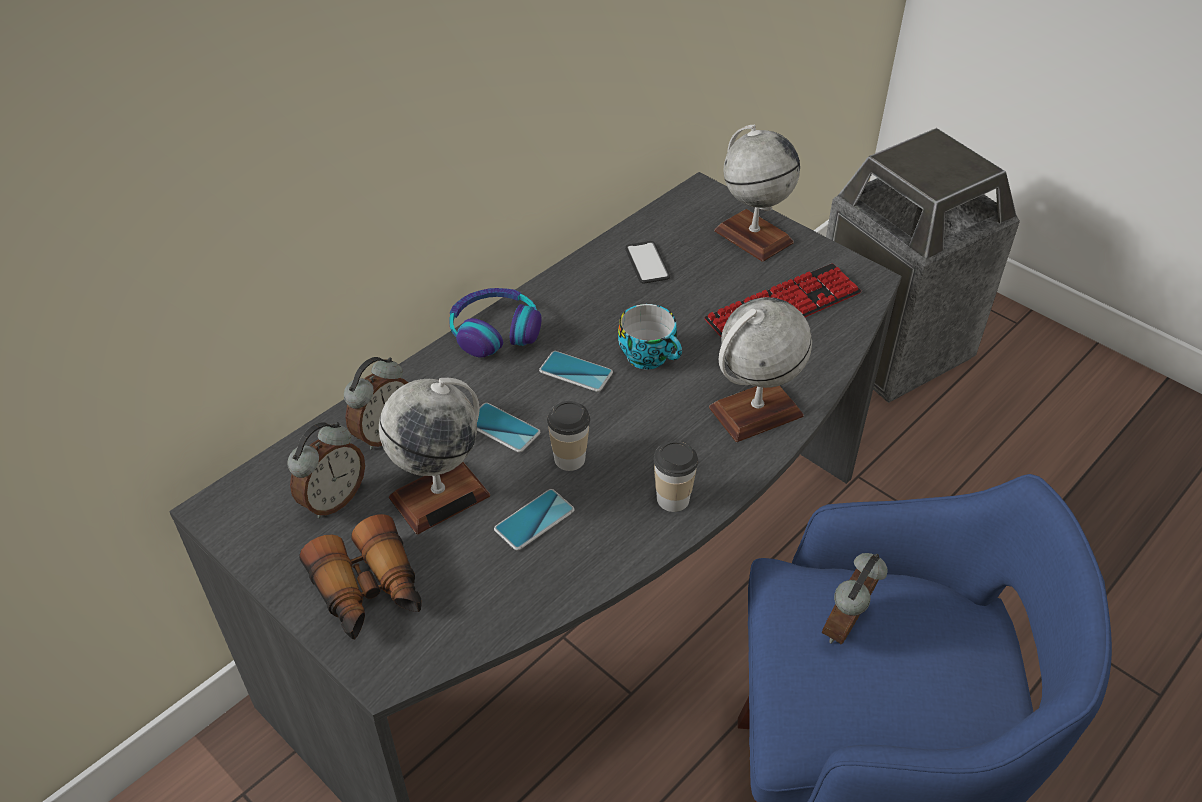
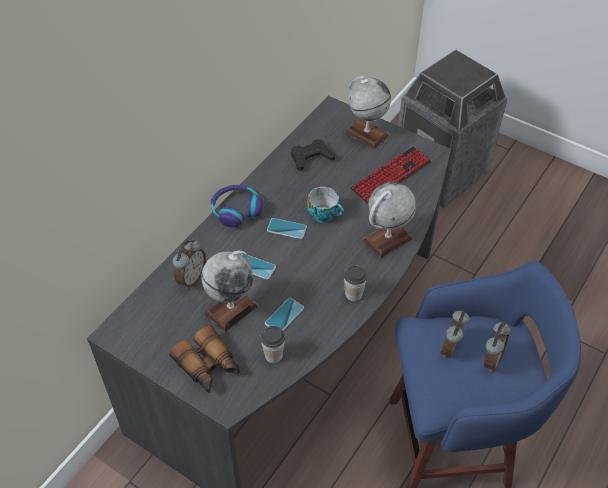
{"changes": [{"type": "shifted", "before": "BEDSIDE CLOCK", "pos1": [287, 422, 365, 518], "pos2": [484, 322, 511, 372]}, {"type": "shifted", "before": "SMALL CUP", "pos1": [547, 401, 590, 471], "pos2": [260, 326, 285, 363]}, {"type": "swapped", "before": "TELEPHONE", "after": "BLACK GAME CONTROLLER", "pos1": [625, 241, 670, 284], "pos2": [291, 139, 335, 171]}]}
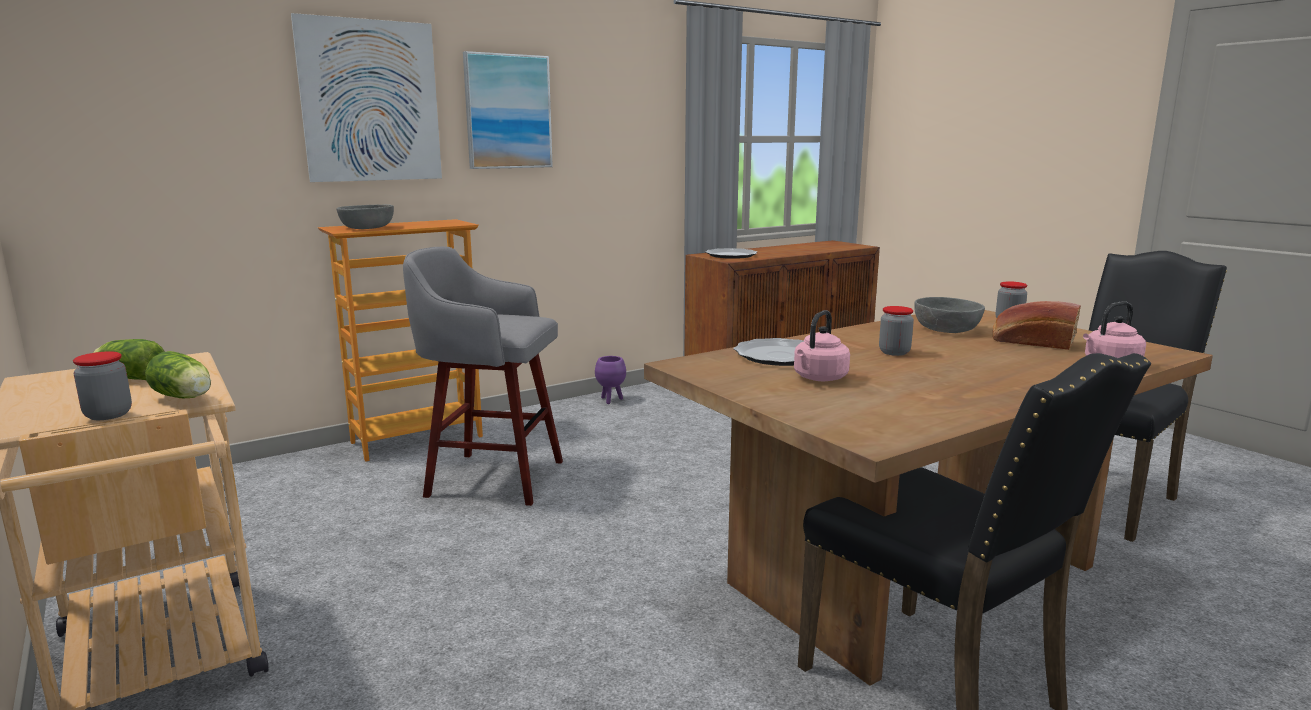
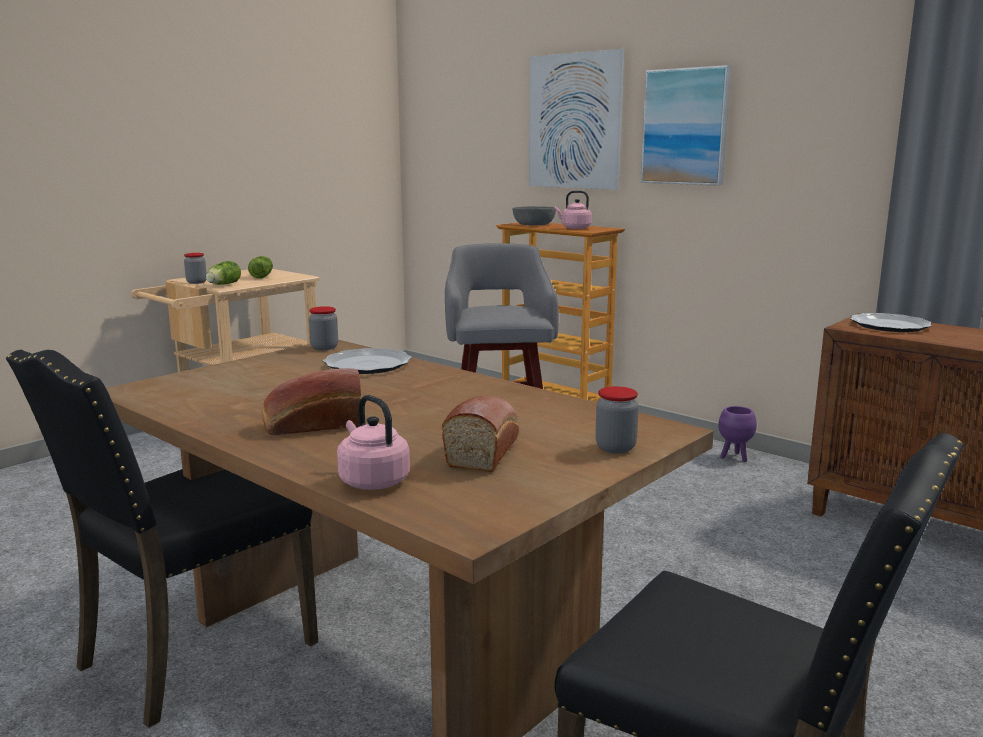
{"changes": [{"type": "shifted", "before": "PINK KETTLE", "pos1": [794, 310, 850, 381], "pos2": [555, 190, 592, 229]}, {"type": "shifted", "before": "PRESERVE JAR", "pos1": [879, 306, 914, 356], "pos2": [309, 306, 338, 350]}, {"type": "gone", "before": "GRAY DEEP DISH", "pos1": [914, 297, 985, 333]}, {"type": "new", "after": "BREAD", "pos2": [262, 368, 361, 435]}]}
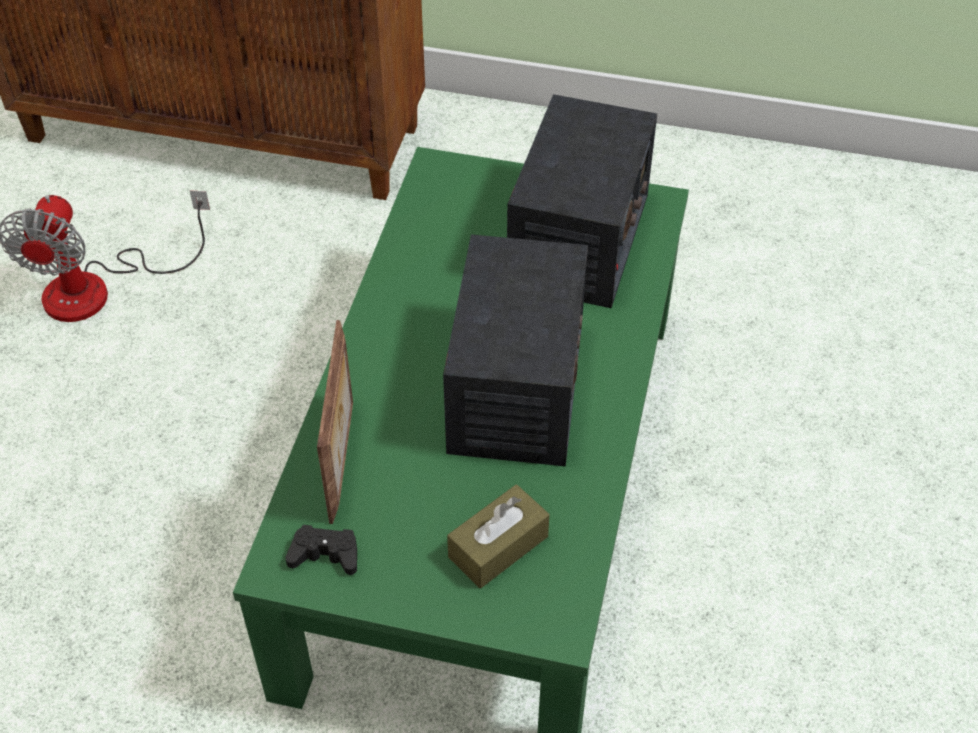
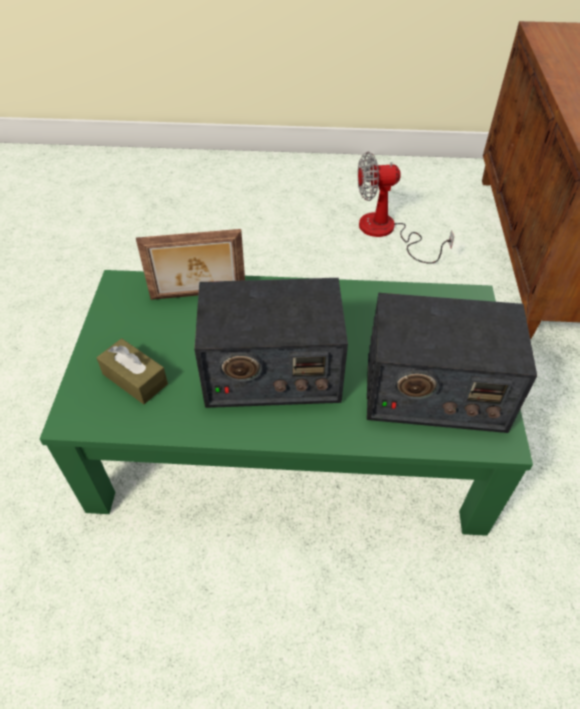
{"changes": [{"type": "gone", "before": "BLACK GAME CONTROLLER", "pos1": [285, 525, 357, 575]}]}
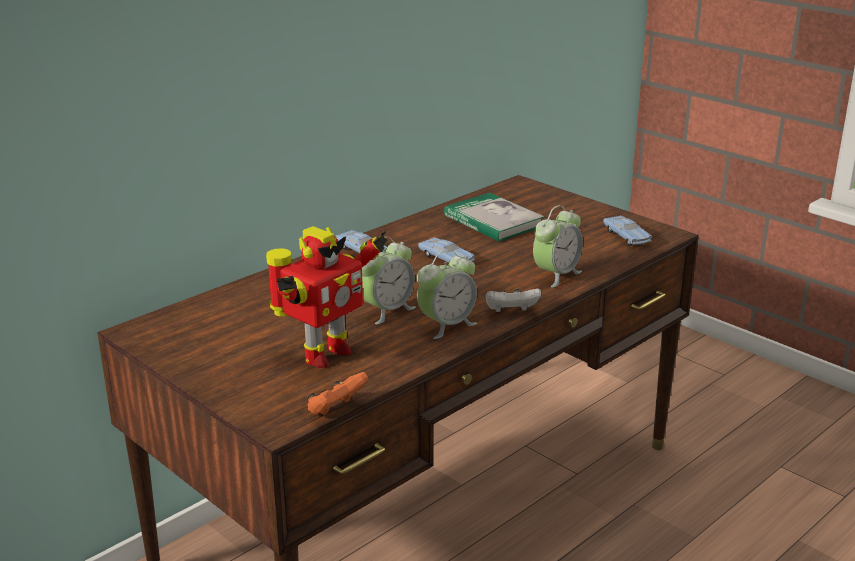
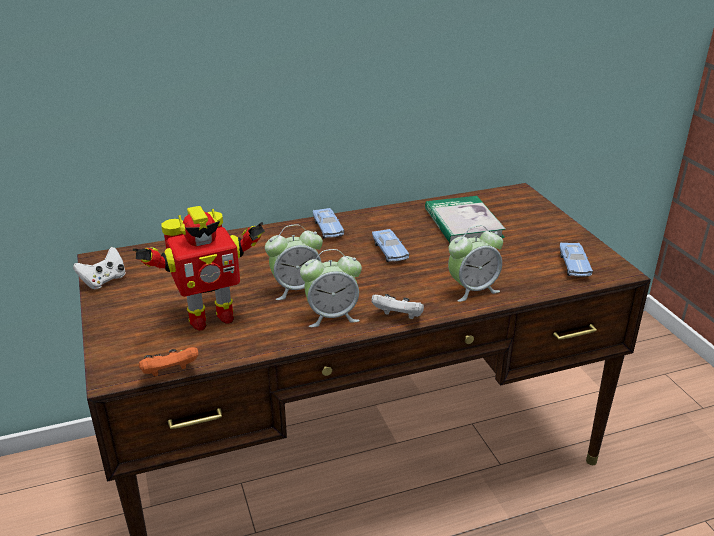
{"changes": [{"type": "new", "after": "WHITE GAME CONTROLLER", "pos2": [73, 247, 126, 289]}]}
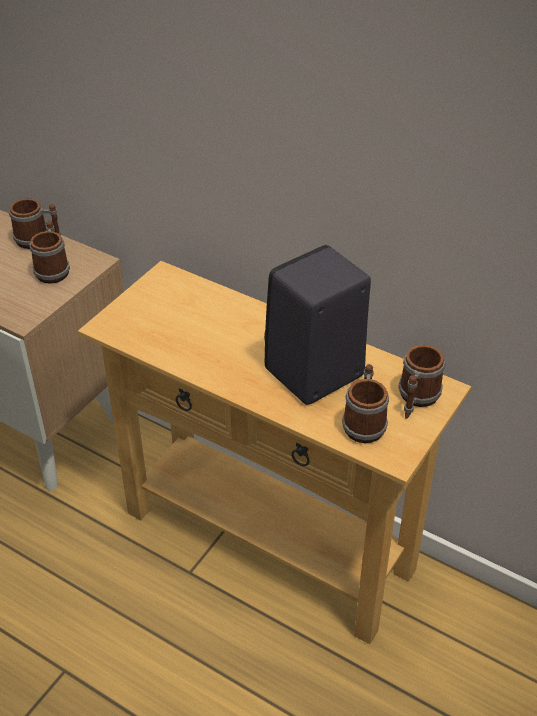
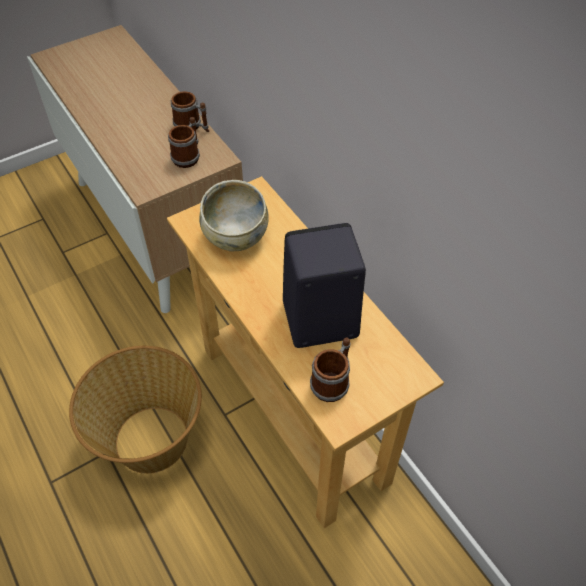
{"changes": [{"type": "gone", "before": "COFFEE MUG", "pos1": [398, 345, 445, 419]}, {"type": "new", "after": "BASKET", "pos2": [69, 346, 202, 474]}, {"type": "new", "after": "SAND-COLOURED DEEP DISH", "pos2": [199, 180, 269, 251]}]}
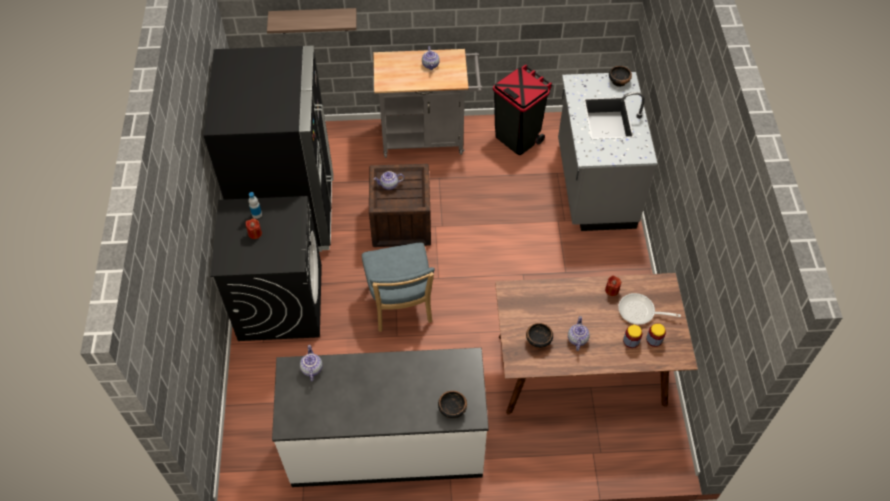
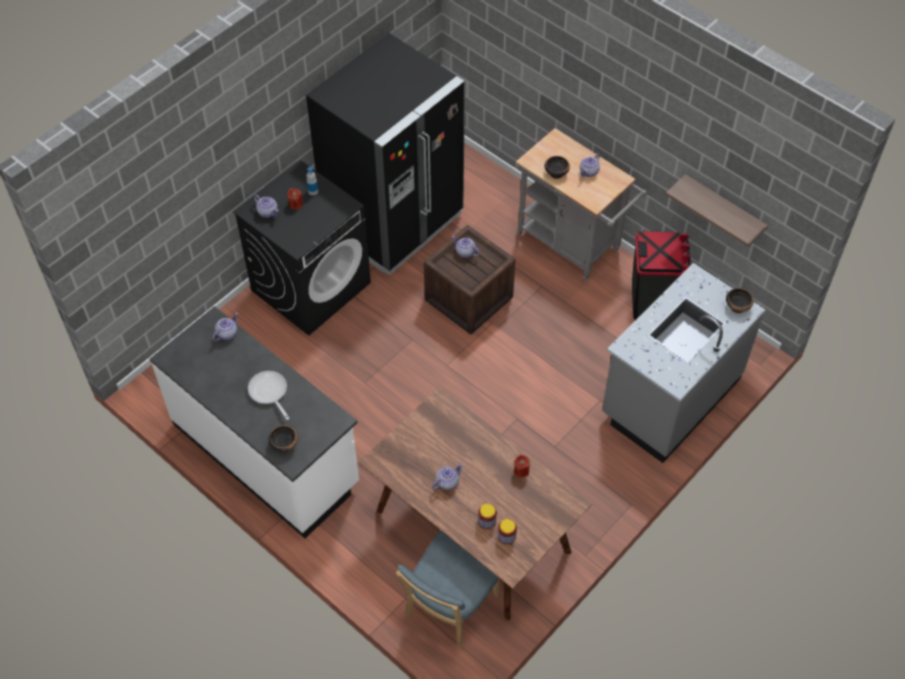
{"changes": [{"type": "shifted", "before": "SHELF", "pos1": [267, 8, 356, 34], "pos2": [666, 174, 768, 247]}, {"type": "shifted", "before": "BLUE PLAIN CHAIR", "pos1": [362, 243, 435, 332], "pos2": [396, 531, 500, 649]}, {"type": "shifted", "before": "DEEP DISH", "pos1": [526, 323, 553, 348], "pos2": [544, 156, 570, 179]}, {"type": "shifted", "before": "FRYING PAN", "pos1": [618, 293, 681, 325], "pos2": [248, 371, 289, 420]}, {"type": "new", "after": "POT FOR TEA", "pos2": [254, 195, 279, 218]}]}
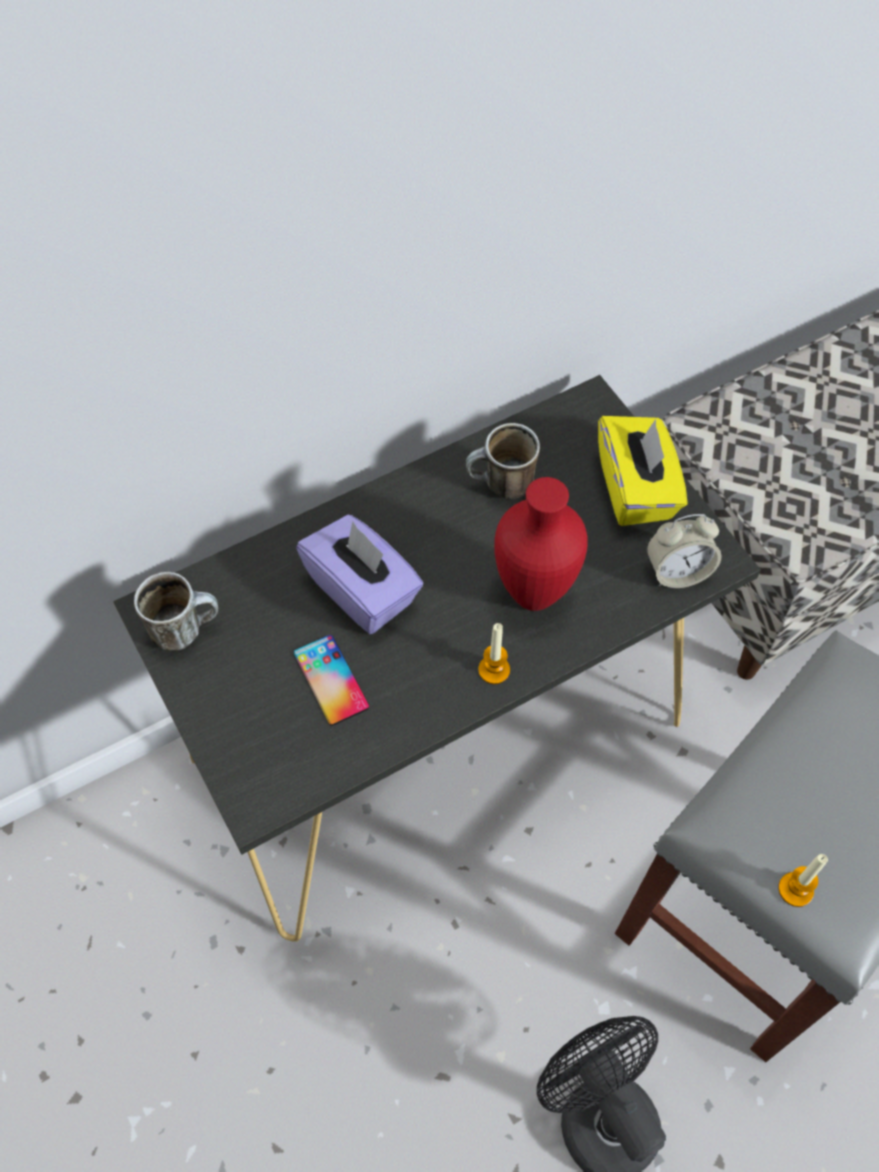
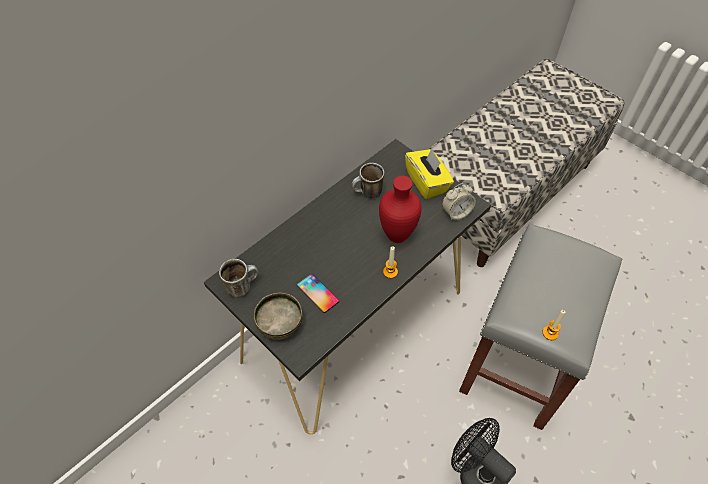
{"changes": [{"type": "gone", "before": "PURPLE TISSUE BOX", "pos1": [296, 515, 423, 634]}, {"type": "new", "after": "DEEP DISH", "pos2": [254, 293, 303, 340]}]}
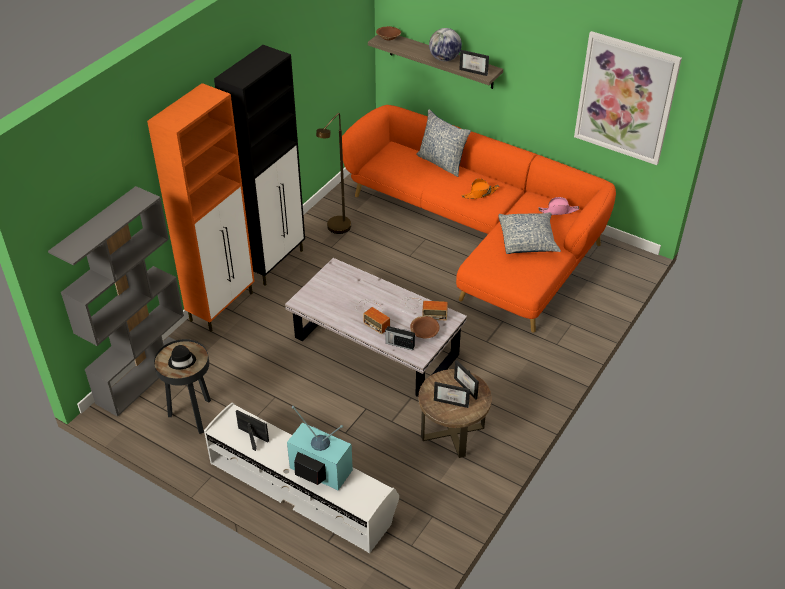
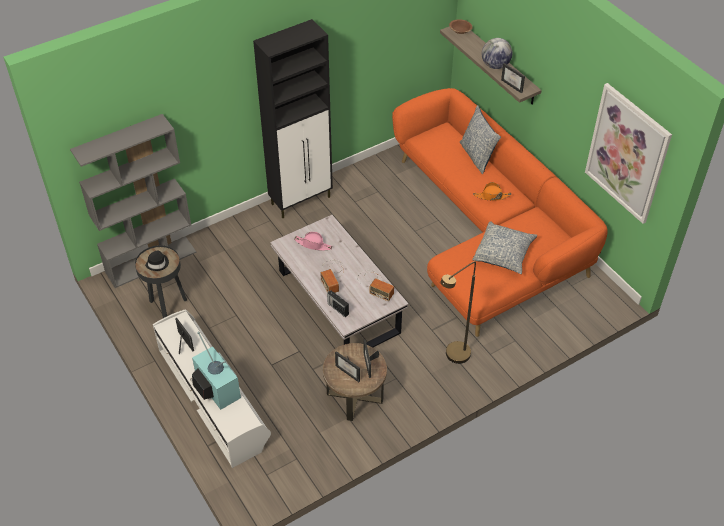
{"changes": [{"type": "gone", "before": "ORANGE-COLOURED STORAGE CABINET", "pos1": [147, 83, 255, 332]}, {"type": "shifted", "before": "BROWN FLOOR LAMP", "pos1": [316, 113, 351, 234], "pos2": [441, 261, 476, 364]}, {"type": "gone", "before": "BROWN DEEP DISH", "pos1": [410, 316, 440, 338]}, {"type": "shifted", "before": "PINK WEARABLE HAT", "pos1": [539, 197, 579, 215], "pos2": [294, 232, 333, 250]}]}
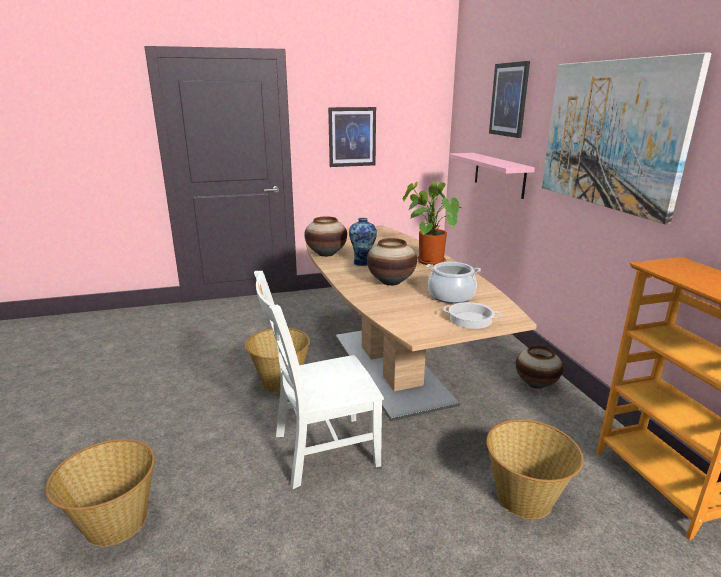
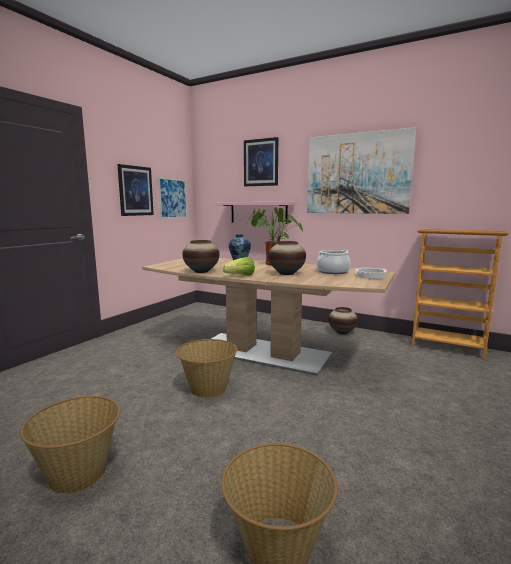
{"changes": [{"type": "gone", "before": "WHITE PLAIN CHAIR", "pos1": [254, 271, 384, 489]}, {"type": "shifted", "before": "BASKET", "pos1": [486, 419, 584, 519], "pos2": [20, 396, 120, 494]}, {"type": "new", "after": "PICTURE", "pos2": [158, 178, 187, 219]}, {"type": "new", "after": "LETTUCE HEAD", "pos2": [223, 257, 255, 276]}]}
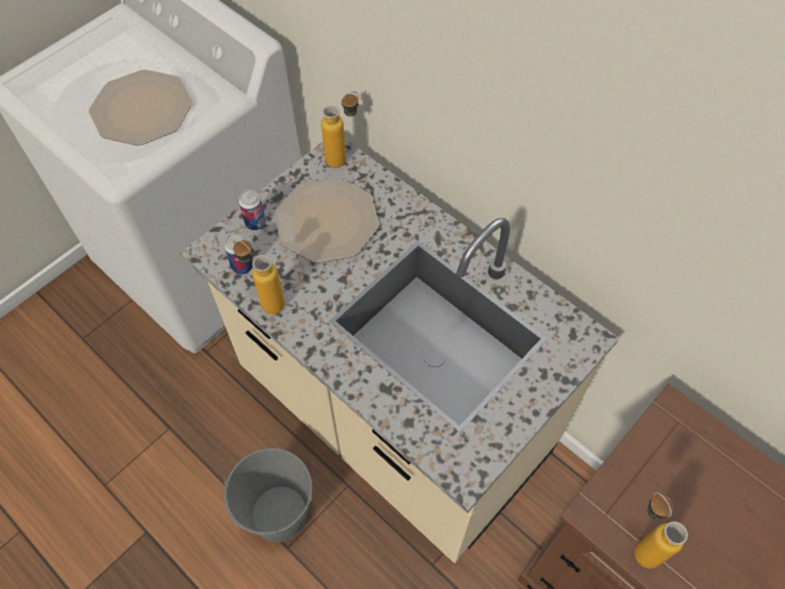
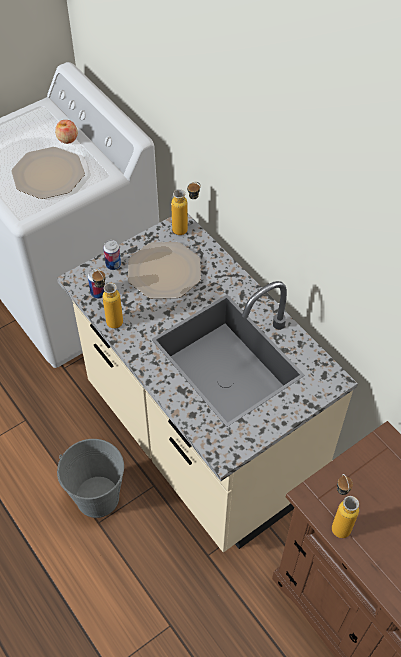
{"changes": [{"type": "new", "after": "WHOLE APPLE", "pos2": [55, 120, 78, 144]}]}
